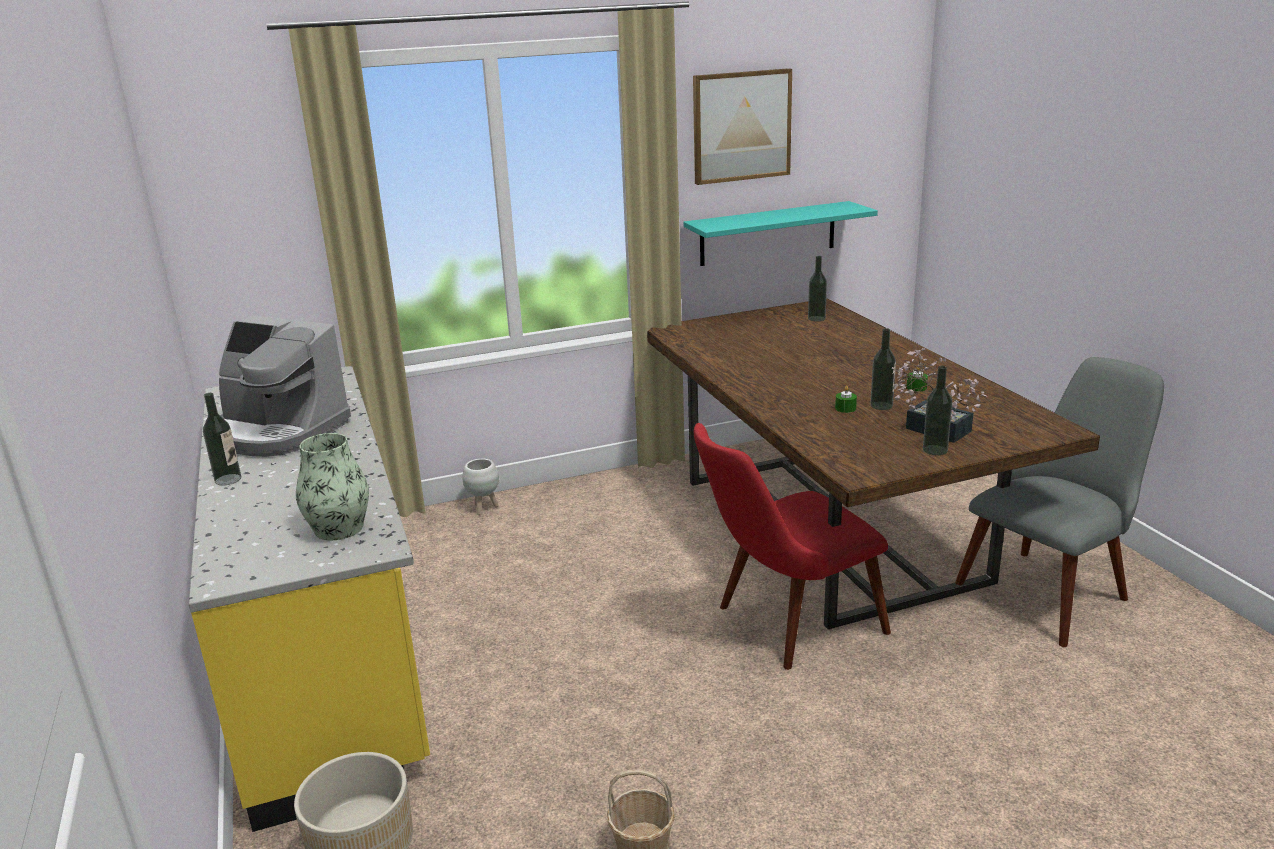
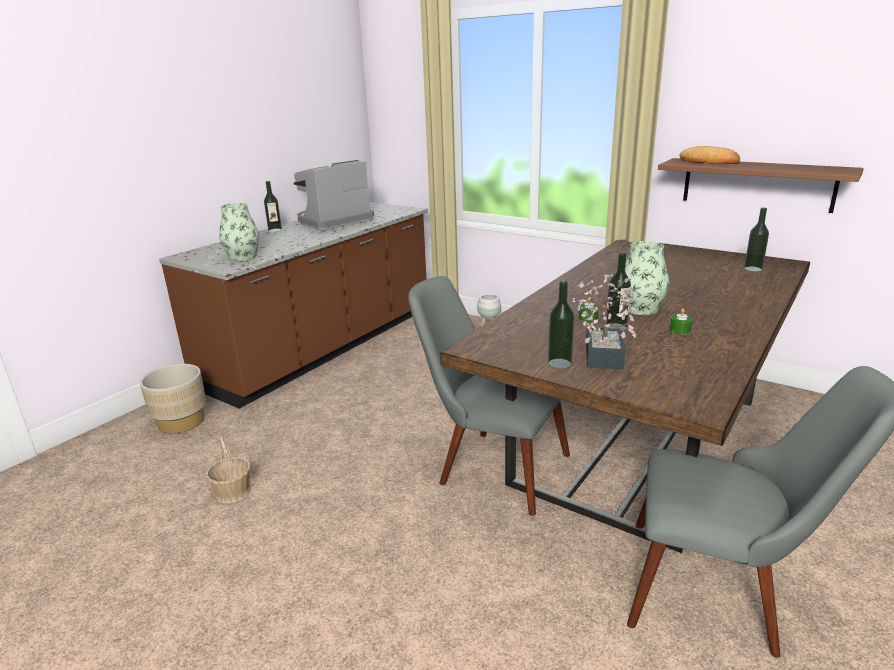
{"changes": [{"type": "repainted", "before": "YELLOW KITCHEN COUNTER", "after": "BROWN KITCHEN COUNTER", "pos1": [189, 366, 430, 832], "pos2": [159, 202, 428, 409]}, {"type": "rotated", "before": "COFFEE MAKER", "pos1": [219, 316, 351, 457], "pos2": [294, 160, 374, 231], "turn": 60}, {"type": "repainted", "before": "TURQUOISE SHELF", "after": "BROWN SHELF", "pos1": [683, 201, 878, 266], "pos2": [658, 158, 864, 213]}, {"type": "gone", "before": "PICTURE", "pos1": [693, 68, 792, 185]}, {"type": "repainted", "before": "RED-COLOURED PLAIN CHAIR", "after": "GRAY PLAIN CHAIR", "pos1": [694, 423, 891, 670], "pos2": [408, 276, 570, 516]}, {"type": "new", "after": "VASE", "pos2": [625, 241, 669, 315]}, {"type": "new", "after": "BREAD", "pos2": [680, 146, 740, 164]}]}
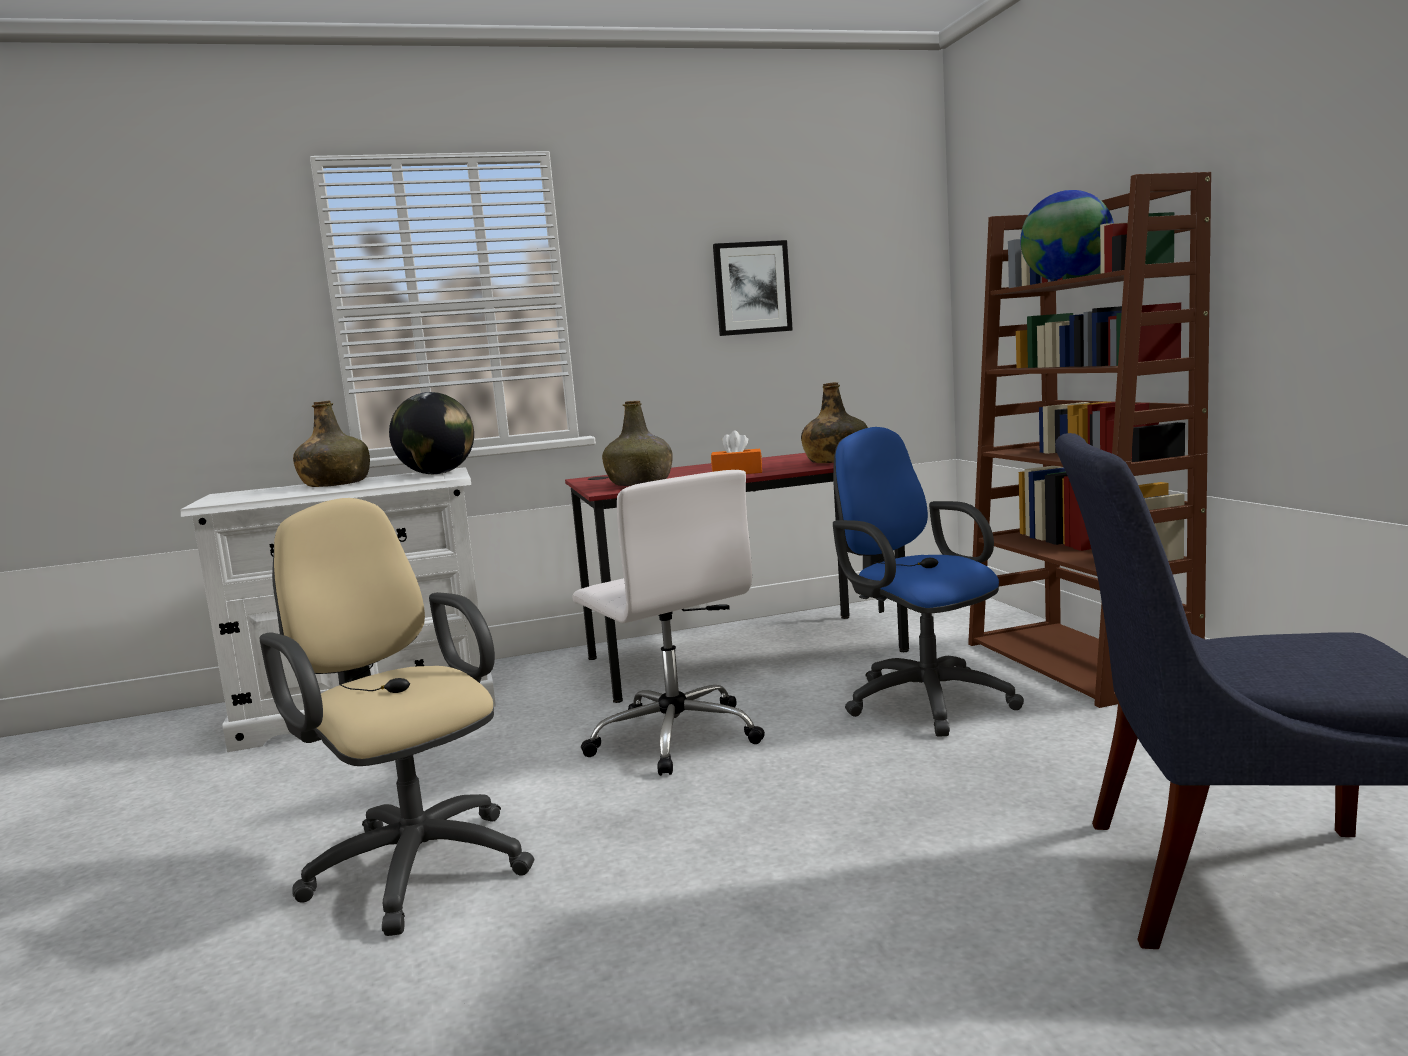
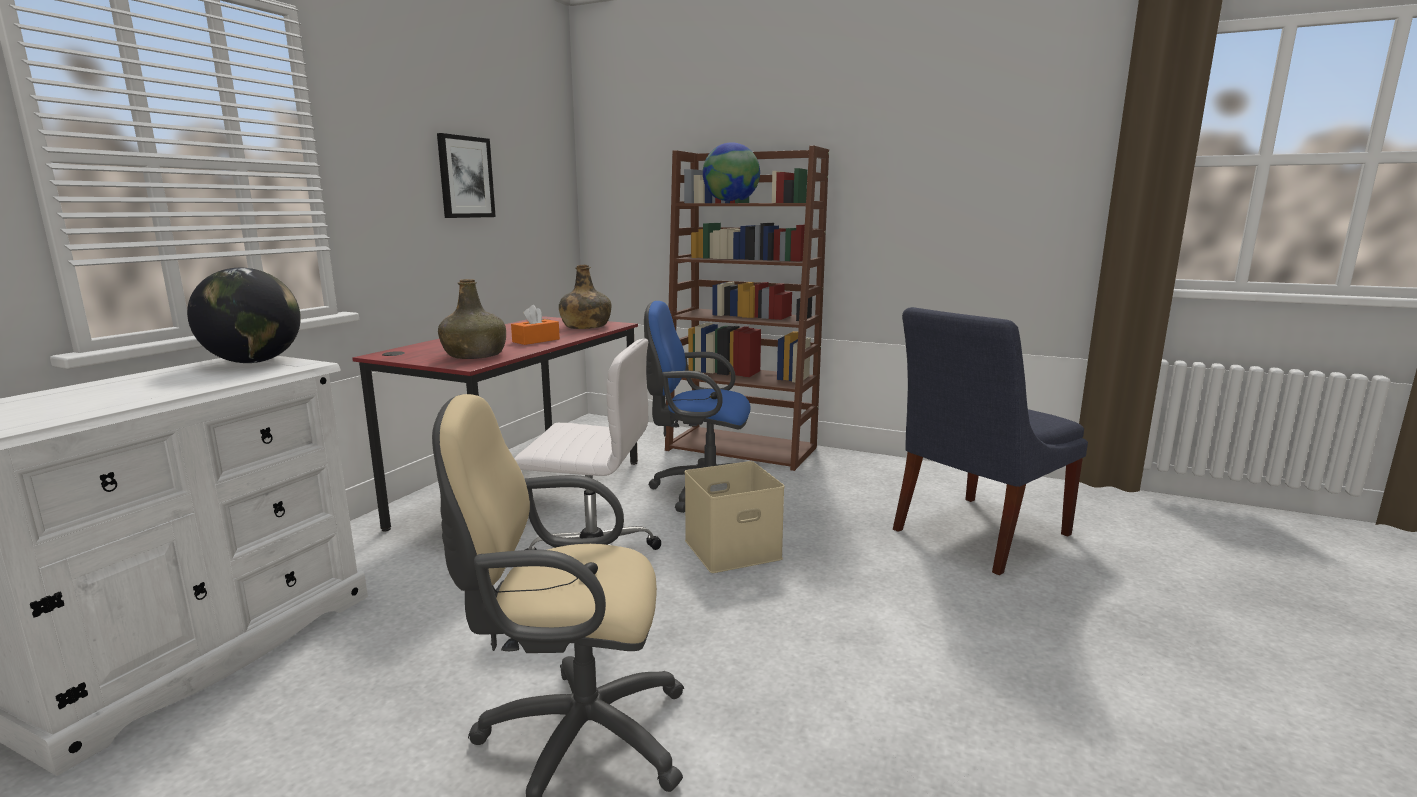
{"changes": [{"type": "gone", "before": "GREENISH BOTTLE", "pos1": [293, 400, 370, 487]}, {"type": "new", "after": "SAND-COLOURED STORAGE BOX", "pos2": [685, 461, 785, 573]}]}
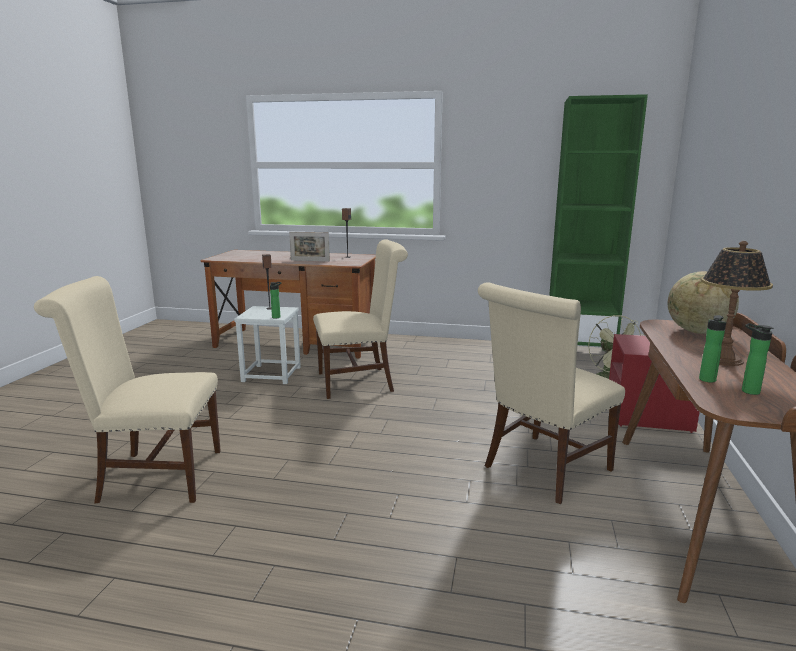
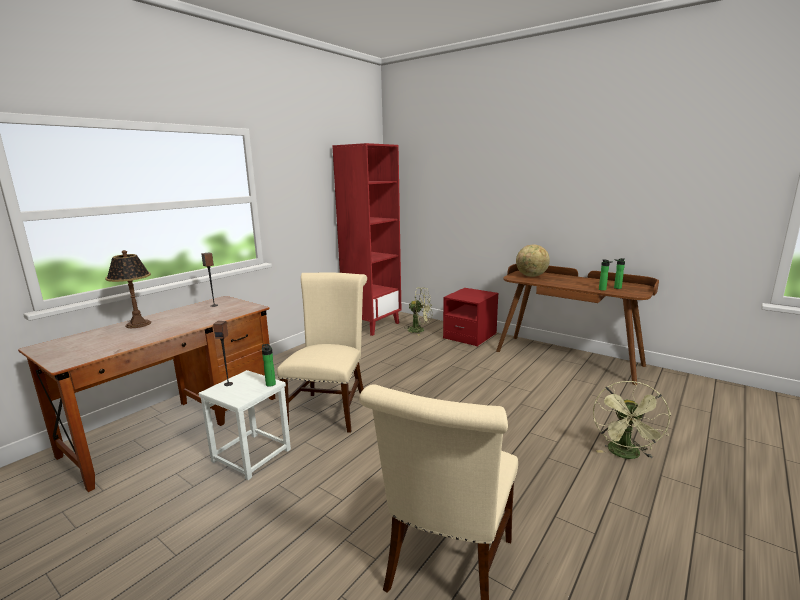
{"changes": [{"type": "gone", "before": "PHOTO FRAME", "pos1": [289, 232, 330, 261]}, {"type": "gone", "before": "SAND-COLOURED PLAIN CHAIR", "pos1": [478, 282, 625, 504]}, {"type": "repainted", "before": "GREENISH BOOKCASE", "after": "RED-COLOURED BOOKCASE", "pos1": [549, 94, 648, 351], "pos2": [332, 143, 401, 336]}, {"type": "shifted", "before": "TABLE LAMP", "pos1": [700, 241, 773, 366], "pos2": [105, 250, 151, 328]}, {"type": "new", "after": "GREENISH FAN", "pos2": [593, 381, 671, 459]}]}
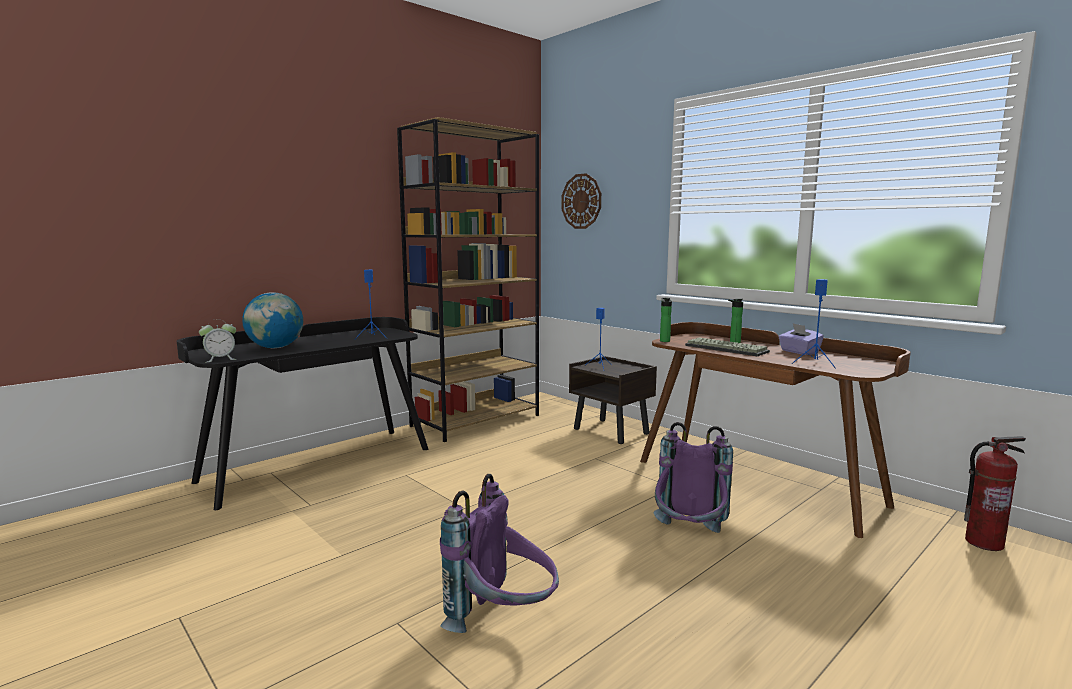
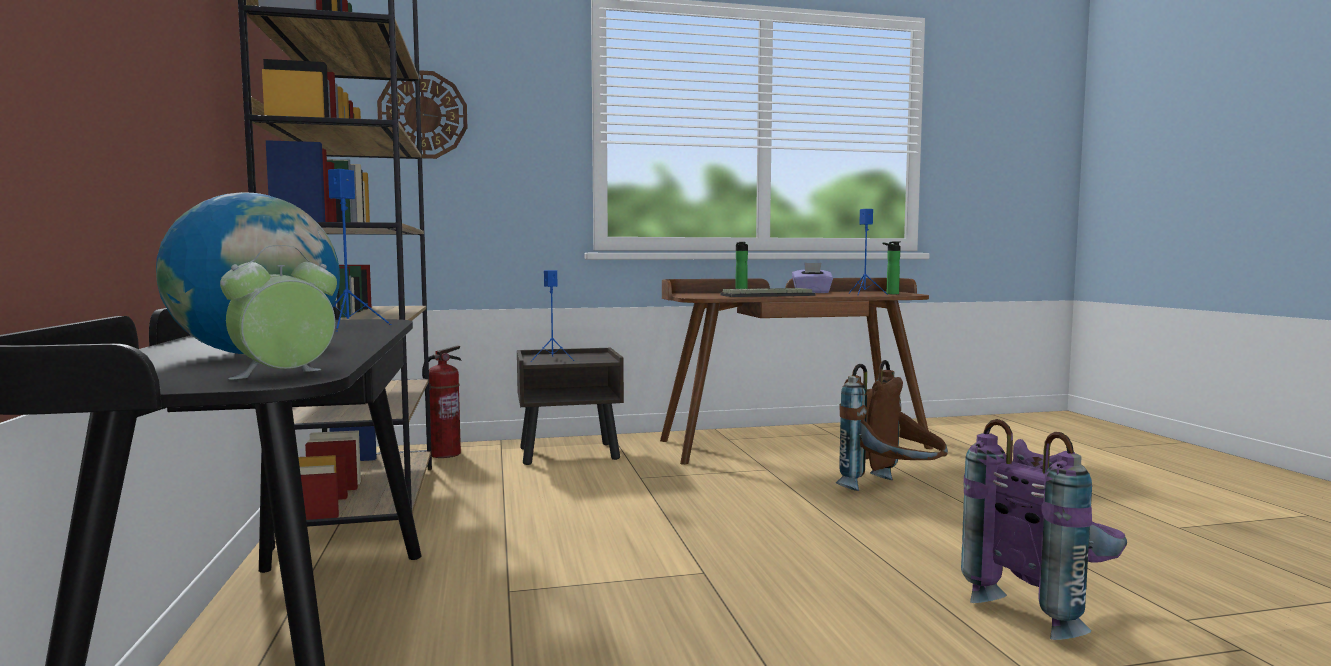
{"changes": [{"type": "rotated", "before": "BEDSIDE CLOCK", "pos1": [199, 319, 236, 362], "pos2": [220, 245, 337, 380], "turn": -135}, {"type": "repainted", "before": "PURPLE KNAPSACK", "after": "BROWN KNAPSACK", "pos1": [654, 422, 733, 533], "pos2": [836, 360, 948, 491]}, {"type": "shifted", "before": "BOTTLE", "pos1": [660, 298, 672, 342], "pos2": [883, 241, 901, 294]}, {"type": "shifted", "before": "FIRE EXTINGUISHER", "pos1": [964, 436, 1026, 551], "pos2": [422, 346, 462, 458]}]}
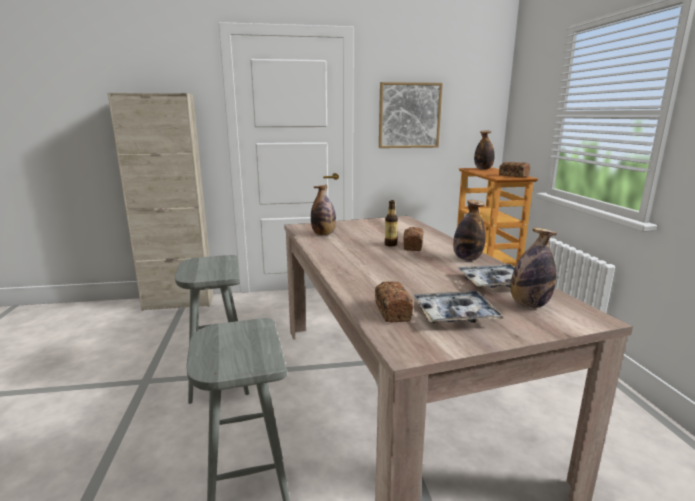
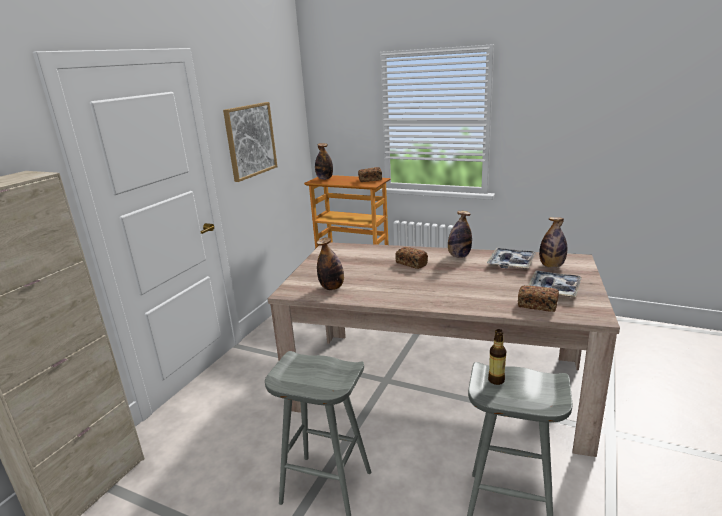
{"changes": [{"type": "shifted", "before": "BOTTLE", "pos1": [384, 200, 398, 246], "pos2": [488, 329, 506, 385]}]}
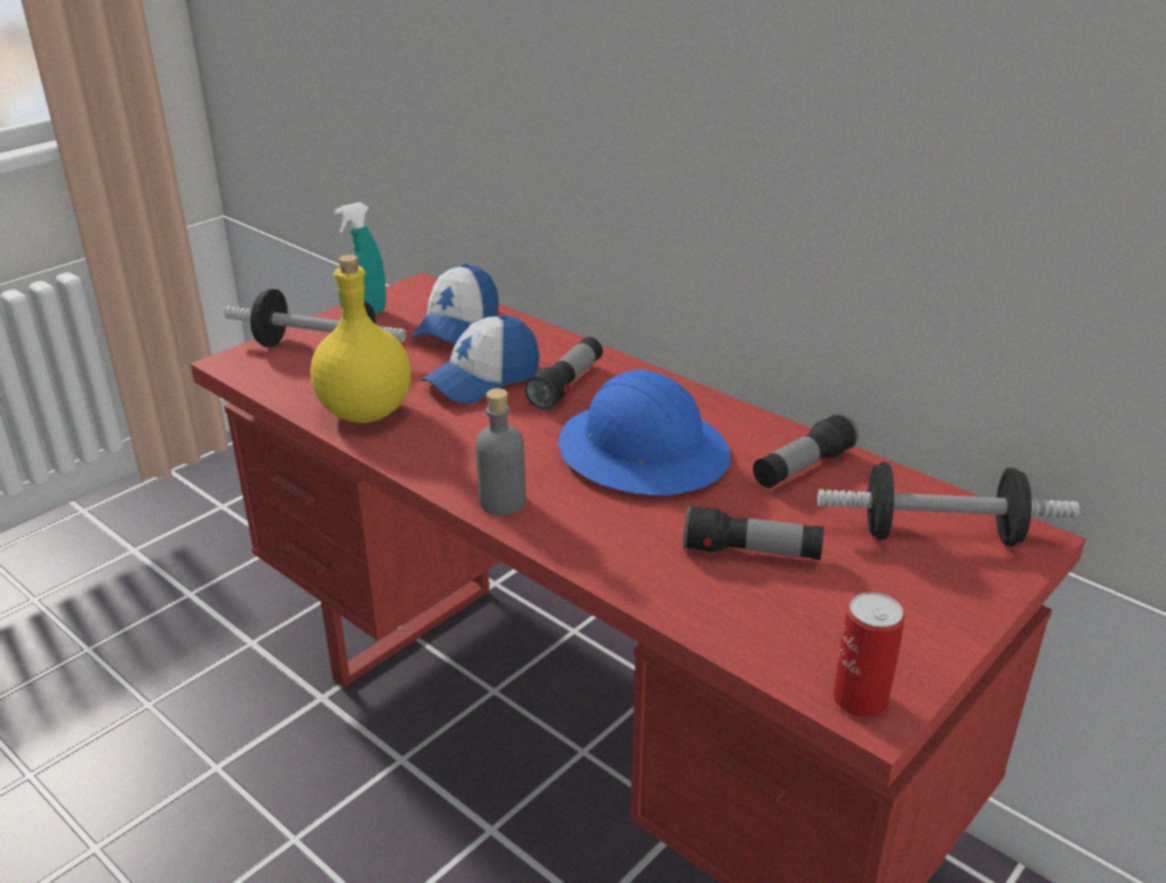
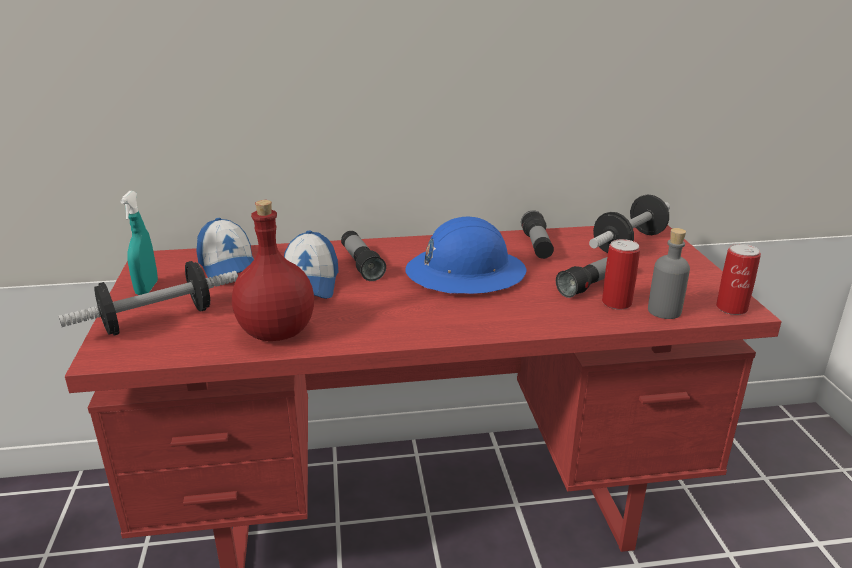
{"changes": [{"type": "repainted", "before": "YELLOW BOTTLE", "after": "RED-COLOURED BOTTLE", "pos1": [310, 254, 411, 423], "pos2": [232, 200, 314, 341]}, {"type": "shifted", "before": "GRAY BOTTLE", "pos1": [475, 388, 526, 515], "pos2": [648, 228, 690, 319]}, {"type": "new", "after": "SEALED CAN", "pos2": [602, 239, 640, 309]}]}
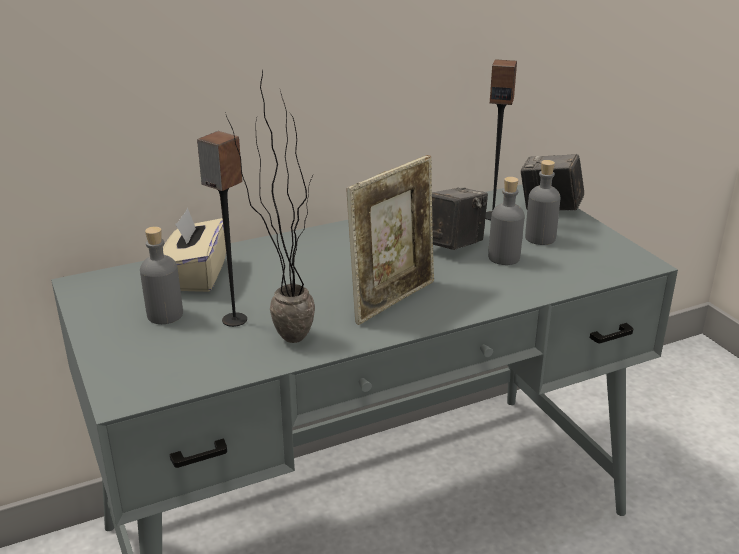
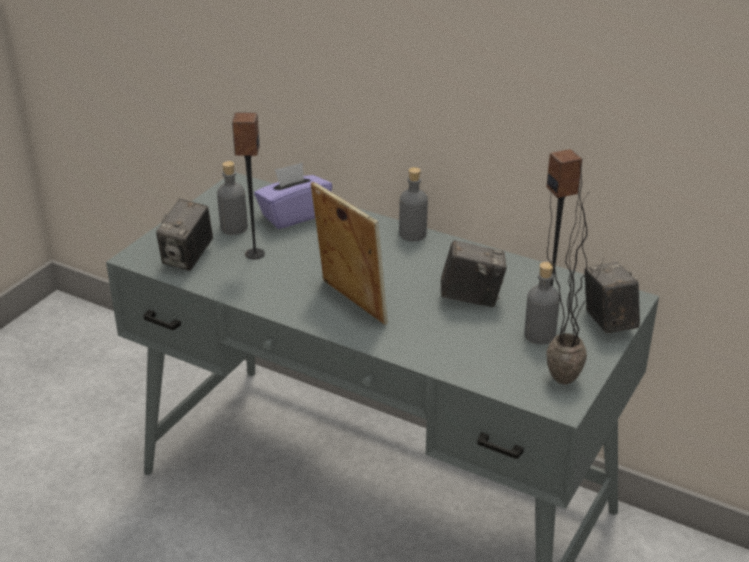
{"changes": [{"type": "repainted", "before": "SAND-COLOURED TISSUE BOX", "after": "PURPLE TISSUE BOX", "pos1": [163, 208, 226, 292], "pos2": [254, 162, 332, 229]}, {"type": "shifted", "before": "HOUSEPLANT", "pos1": [225, 69, 315, 343], "pos2": [546, 160, 603, 384]}, {"type": "rotated", "before": "PHOTO FRAME", "pos1": [347, 155, 434, 325], "pos2": [311, 182, 388, 325], "turn": -135}, {"type": "shifted", "before": "GRAY BOTTLE", "pos1": [488, 177, 525, 265], "pos2": [399, 167, 428, 242]}, {"type": "new", "after": "STILL CAMERA", "pos2": [156, 199, 213, 271]}]}
